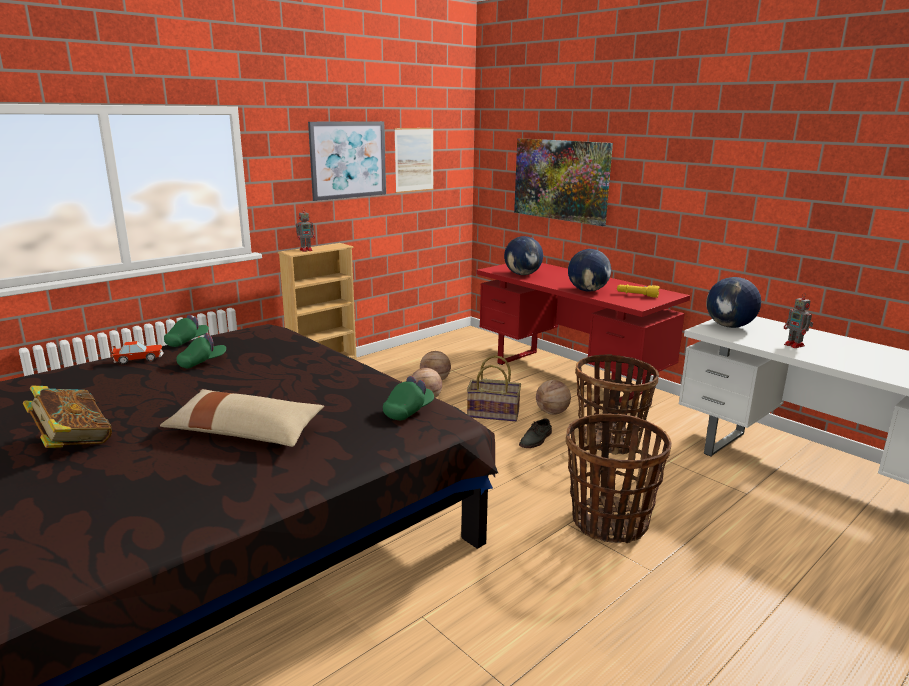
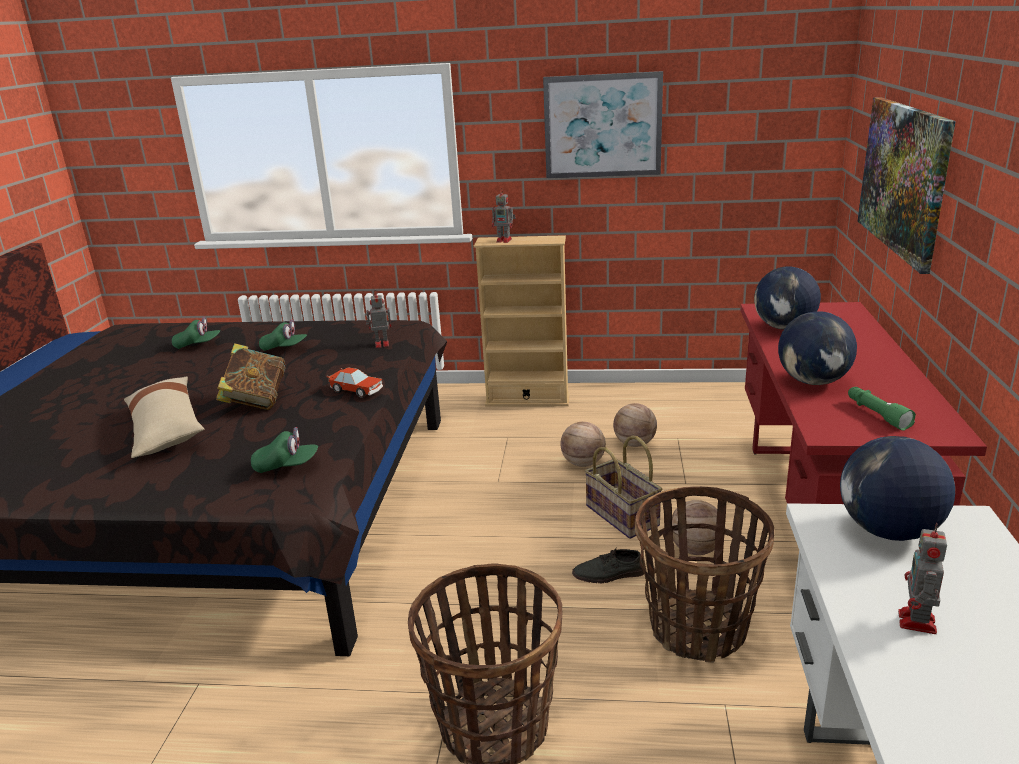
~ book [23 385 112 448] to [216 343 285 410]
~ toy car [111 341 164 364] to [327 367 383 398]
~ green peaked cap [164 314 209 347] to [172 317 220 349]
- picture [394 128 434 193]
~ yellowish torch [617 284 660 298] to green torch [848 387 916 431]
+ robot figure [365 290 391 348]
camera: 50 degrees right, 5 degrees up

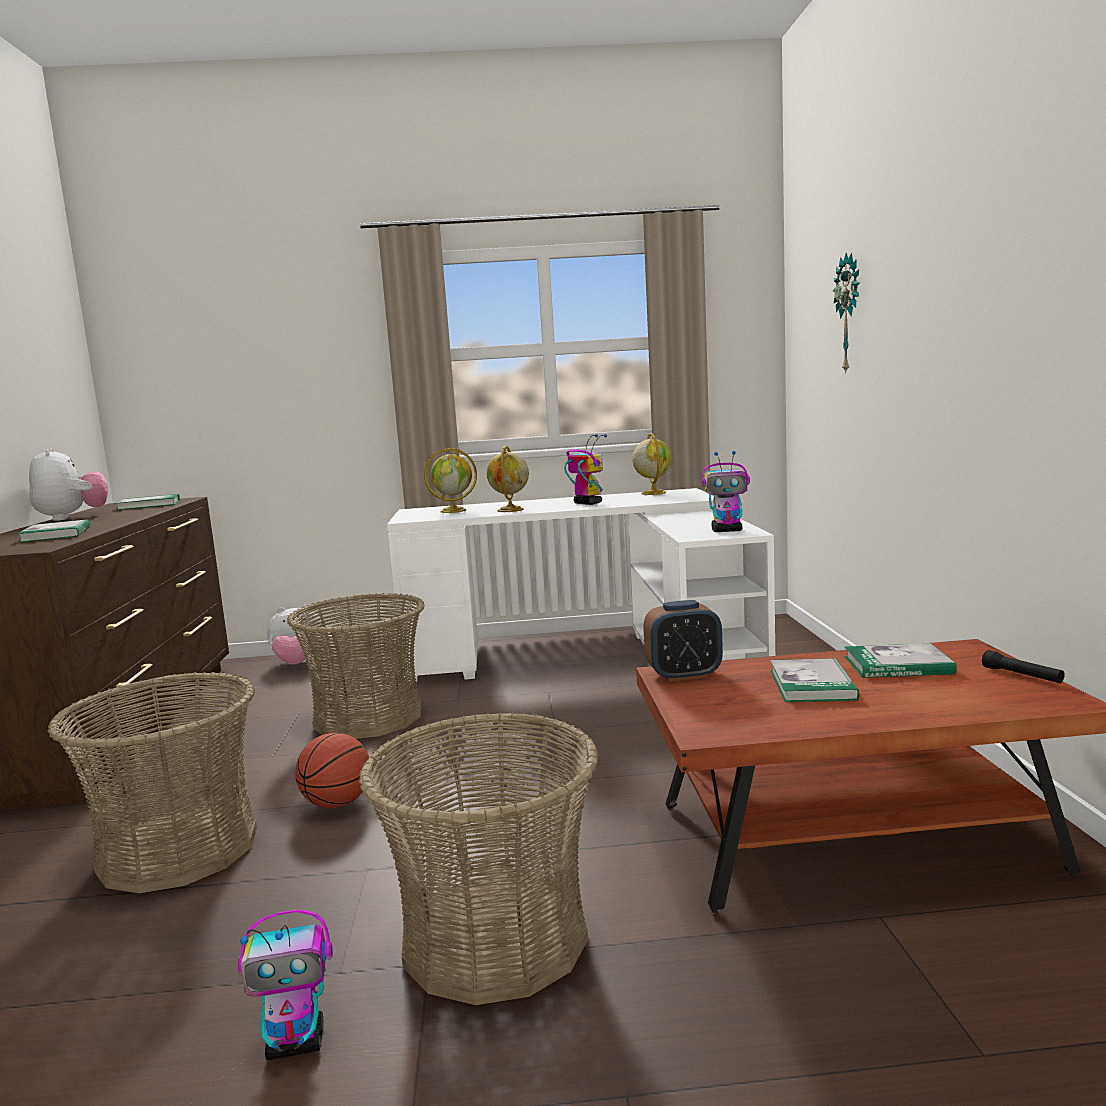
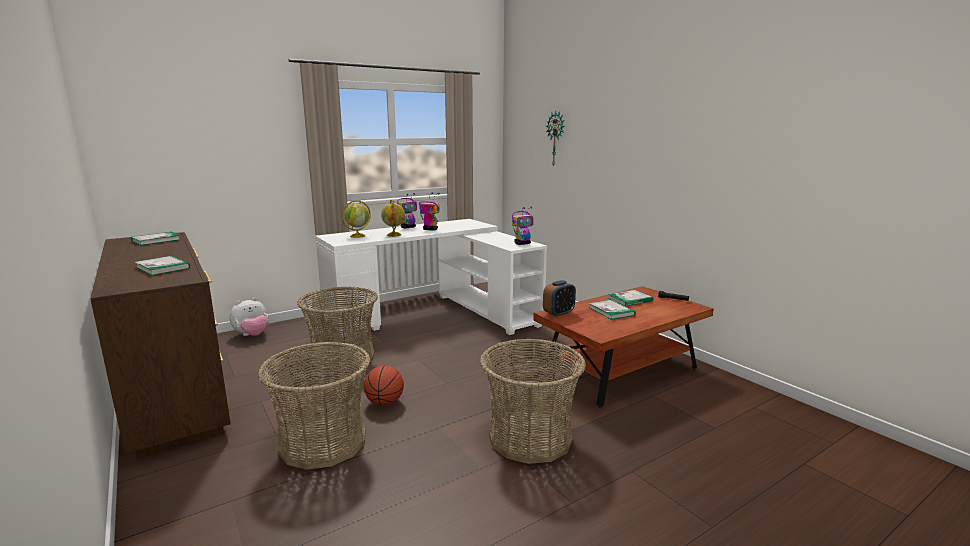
- plush toy [29 448 108 521]
~ robot figure [238 910 333 1060] to [397 193 417 229]
- desk globe [632 433 672 495]
camera: 30 degrees left, 5 degrees up

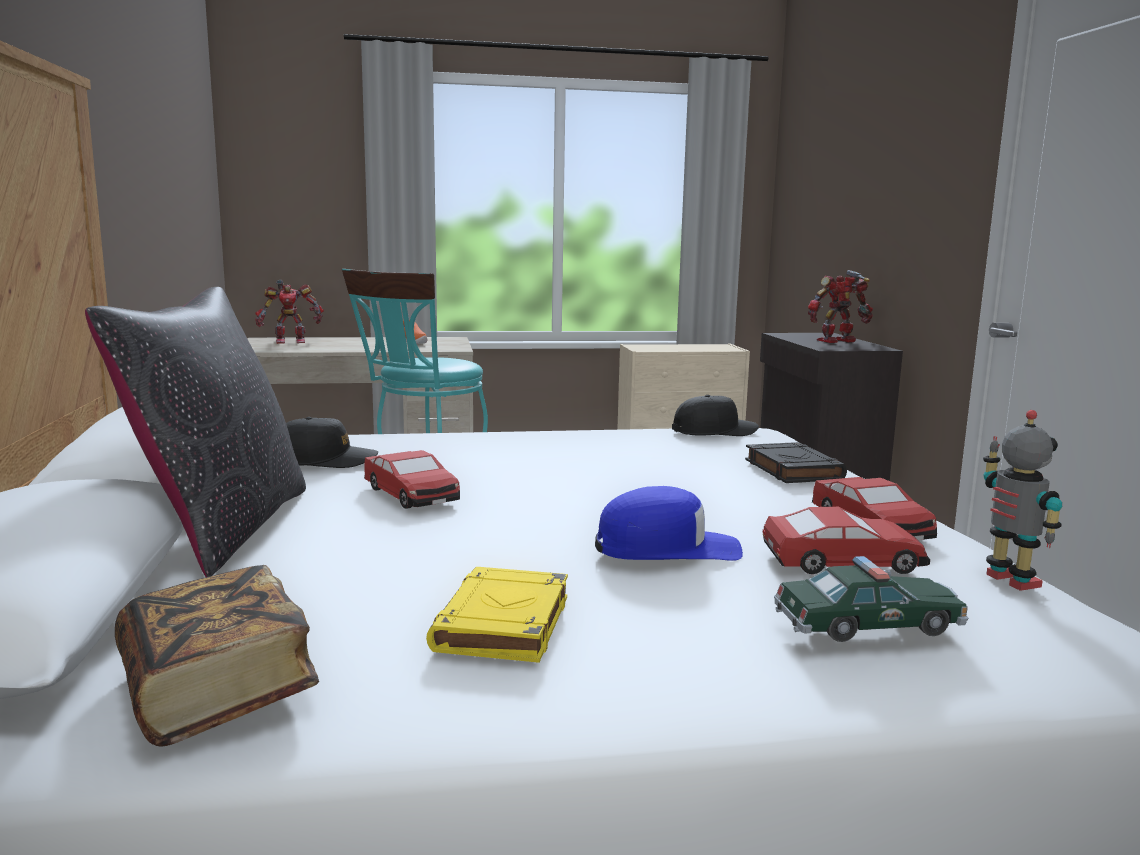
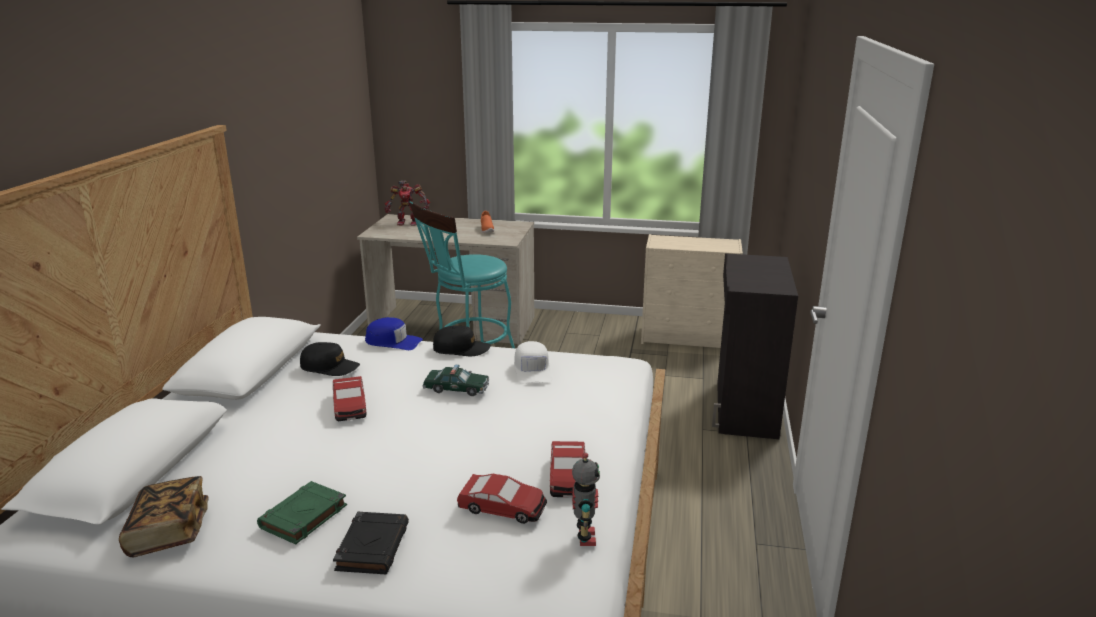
- blackish pillow [85 287 306 577]
~ yellowish book [426 567 568 663] to green book [257 481 347 545]
~ blue-coloured peaked cap [595 486 743 561] to [365 317 423 350]
~ blackish peaked cap [672 395 759 436] to [433 326 491 356]
~ blackish book [745 442 847 483] to [333 512 409 574]
~ toy car [774 556 969 642] to [423 365 489 396]
- robot figure [808 270 873 343]
+ white-coloured peaked cap [514 341 552 384]
camera: 20 degrees right, 10 degrees up

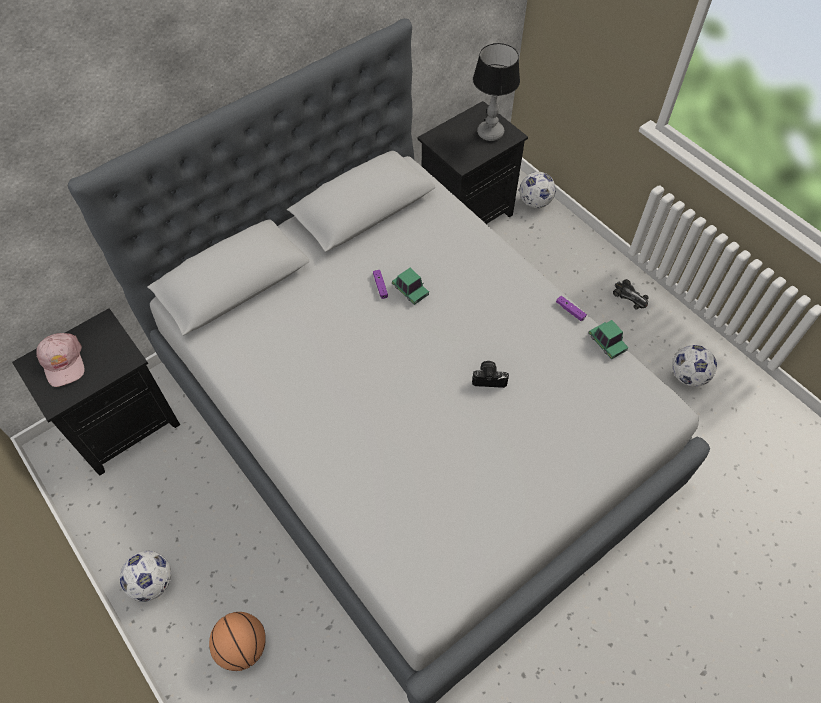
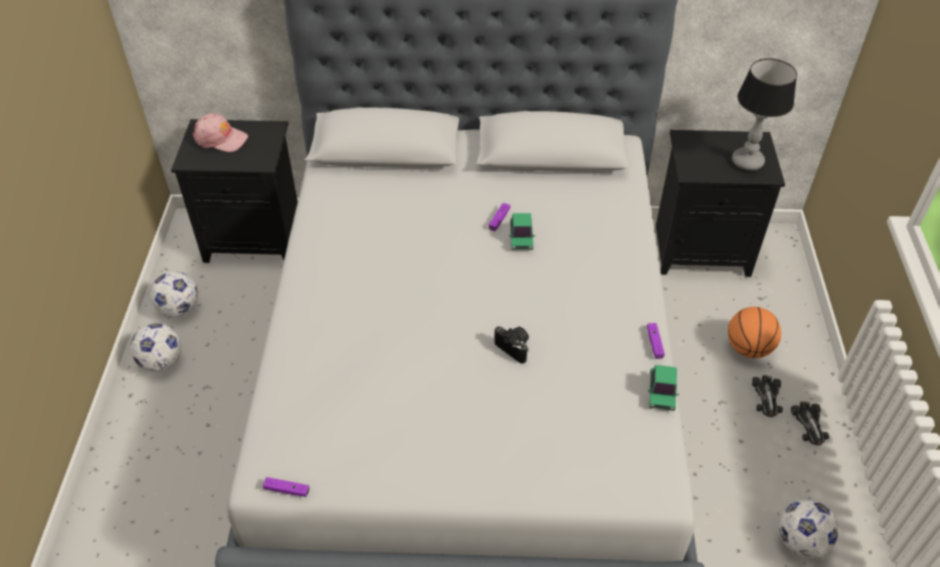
~ pinkish peaked cap [36 333 84 387] = [192 113 248 152] 90 degrees counterclockwise
~ basketball [209 612 266 671] to [728 307 781 358]
~ football [520 172 556 208] to [150 272 198 317]
+ purple-coloured gamepad [263 477 310 497]
+ toy car [752 375 783 417]
camera: 40 degrees right, 10 degrees down

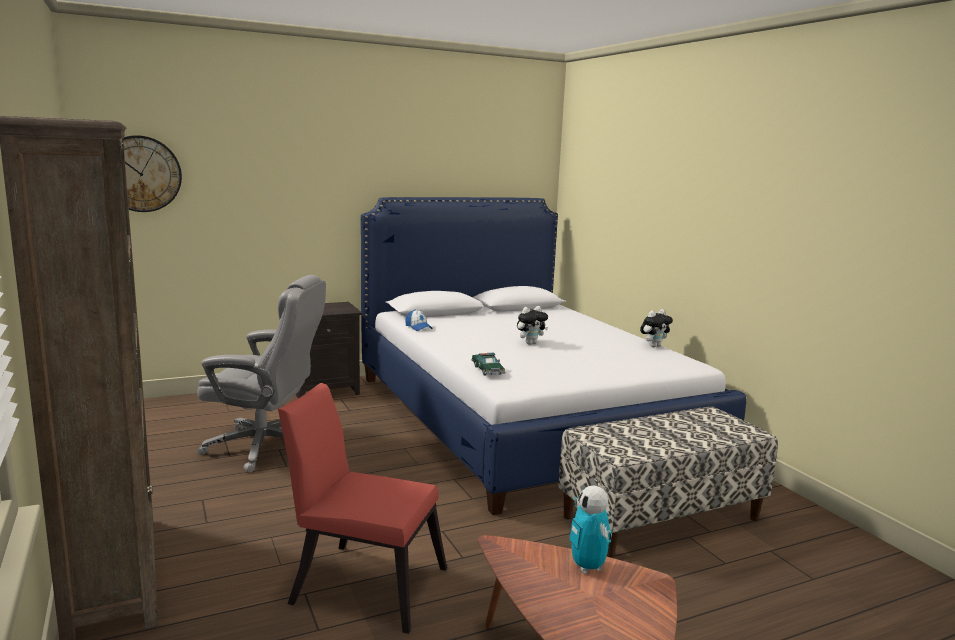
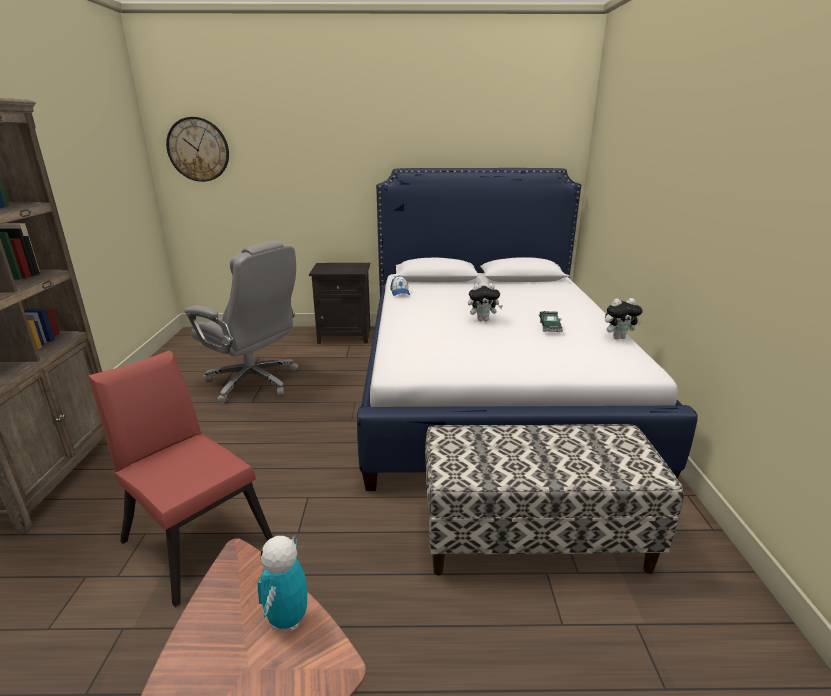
~ toy car [471 353 506 376] to [539 311 563 332]
camera: 25 degrees right, 10 degrees up

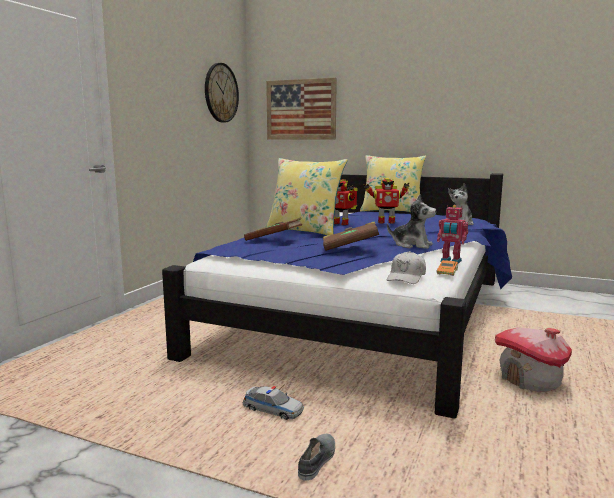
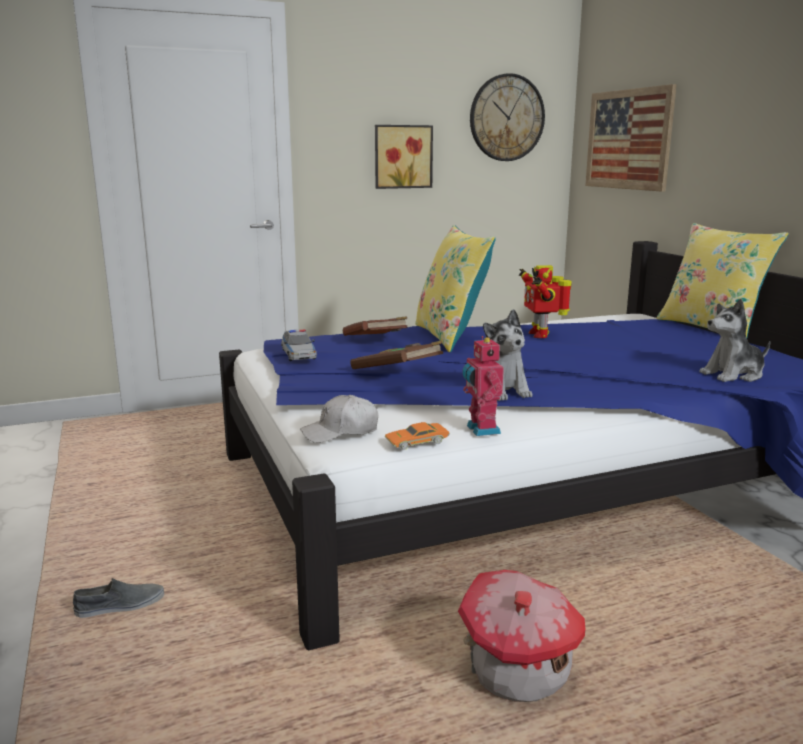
~ toy car [242 386 304 420] to [281 329 317 361]
- robot figure [364 178 410 224]
+ picture [375 125 433 189]
camera: 45 degrees right, 5 degrees up

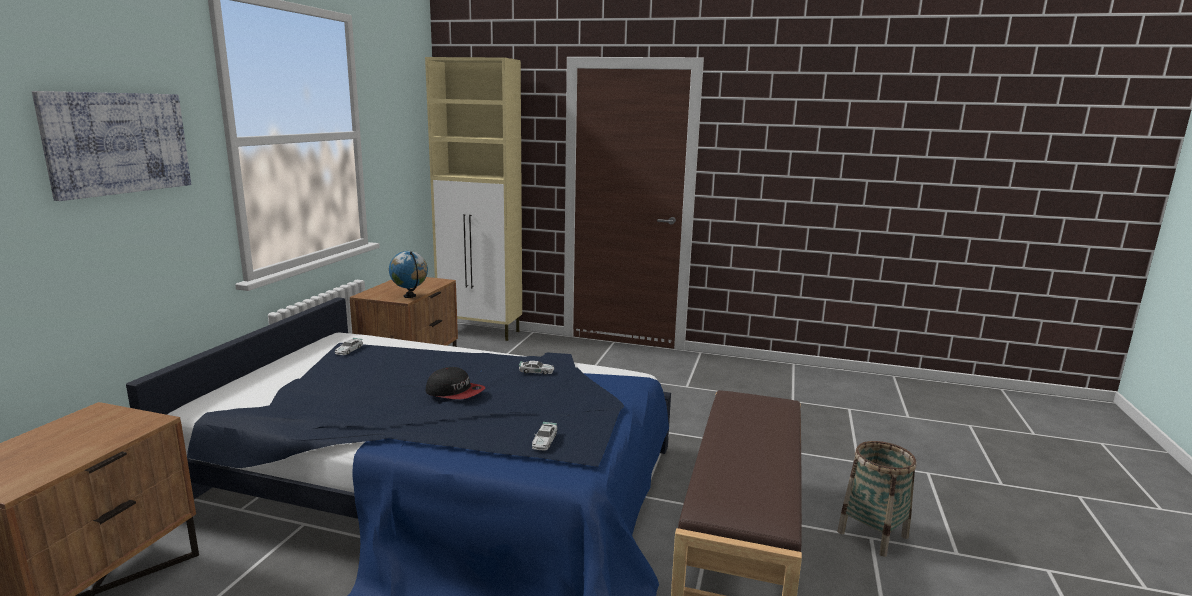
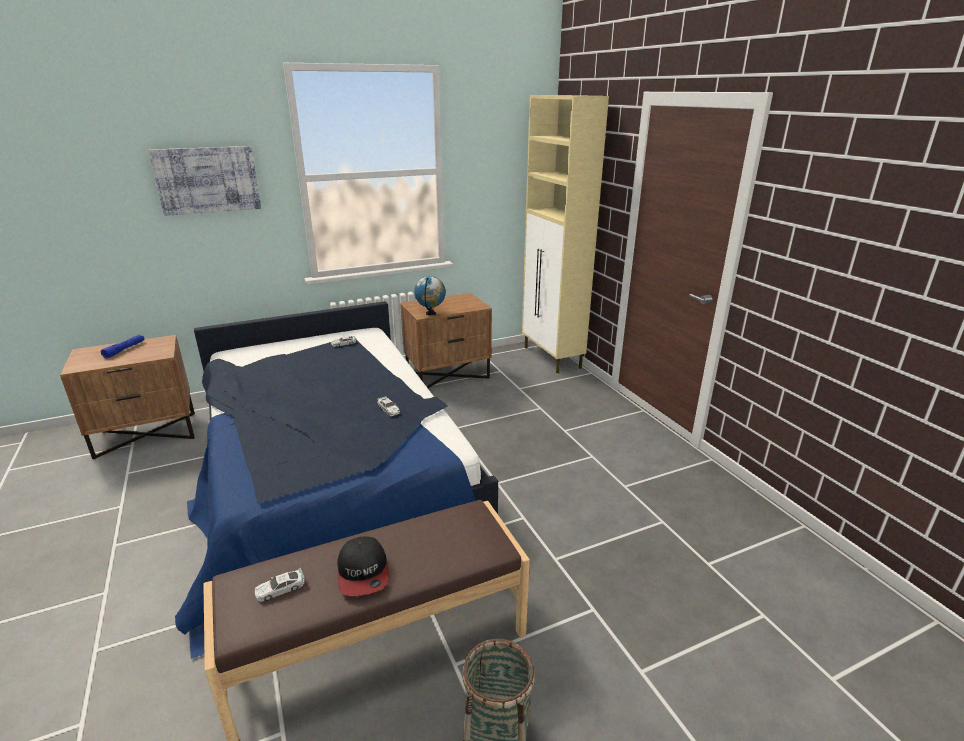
~ peaked cap [426 367 485 400] to [337 536 389 596]
~ toy car [532 422 557 451] to [255 568 304 602]
+ blue-coloured torch [101 335 144 359]
camera: 50 degrees right, 10 degrees up

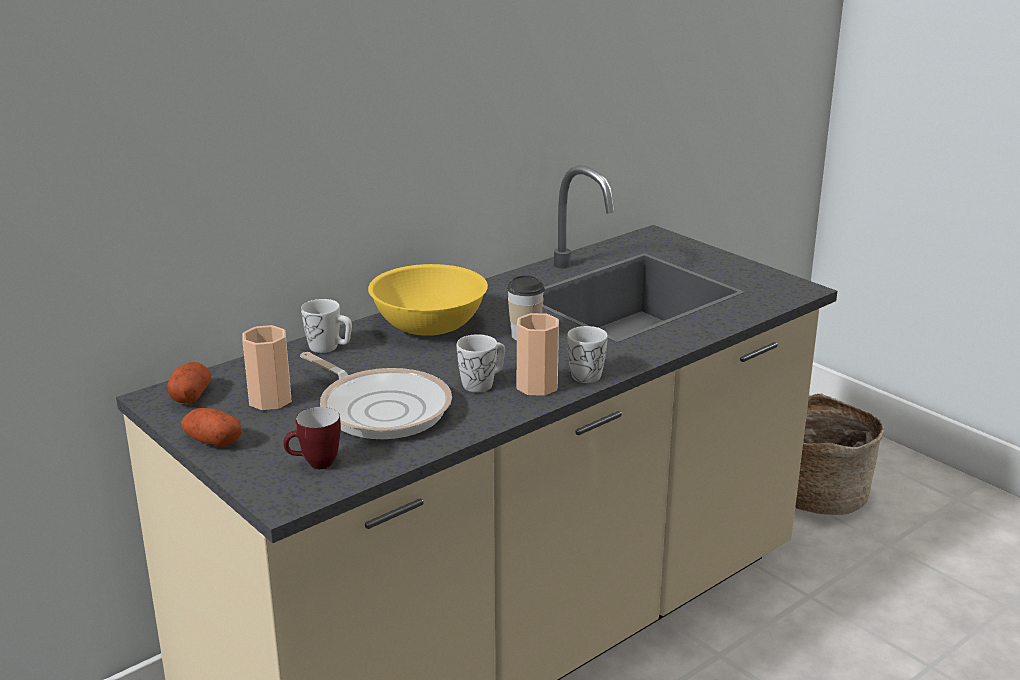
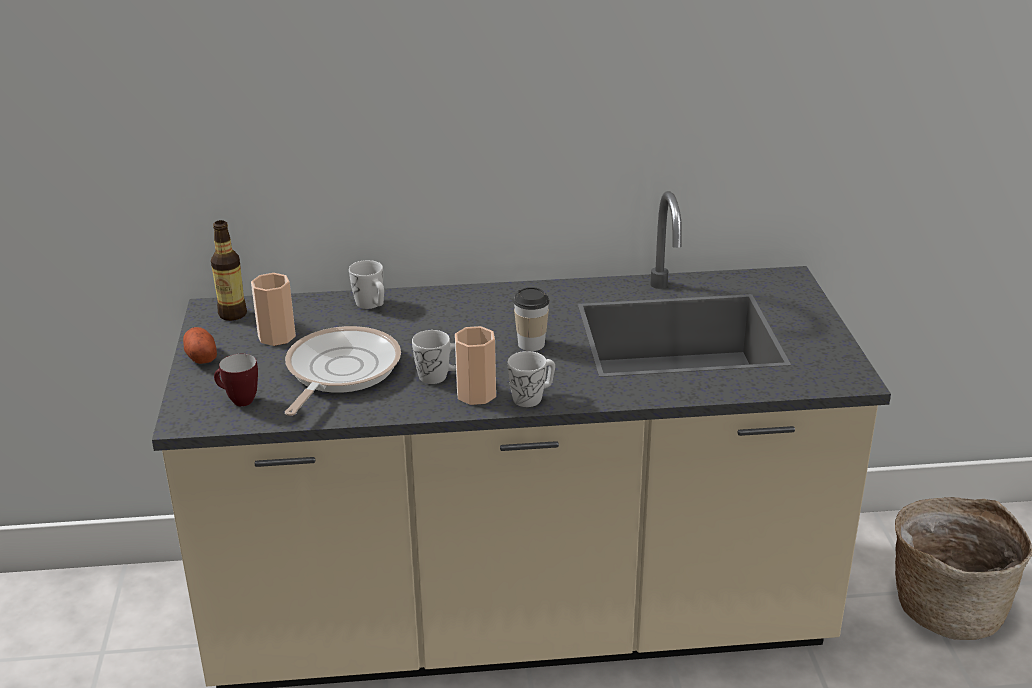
~ potato [167 362 211 404] to bottle [211 220 247 321]
~ skillet [300 352 452 439] = [285 326 401 416] 150 degrees counterclockwise
- yellowish bowl [368 264 488 336]
camera: 35 degrees right, 5 degrees up

